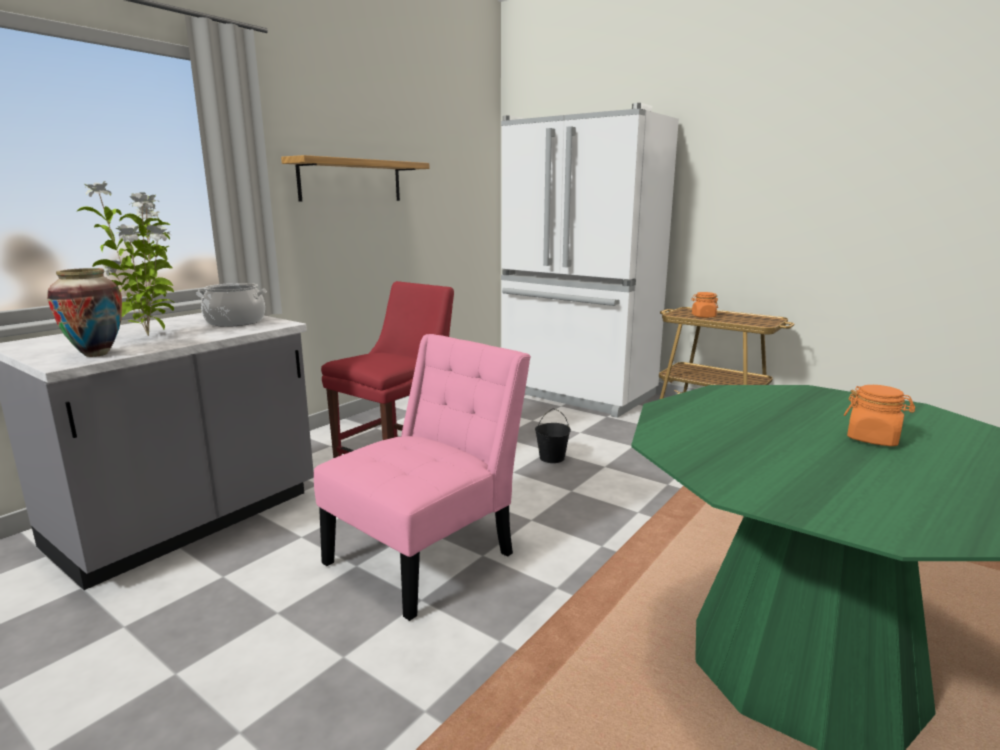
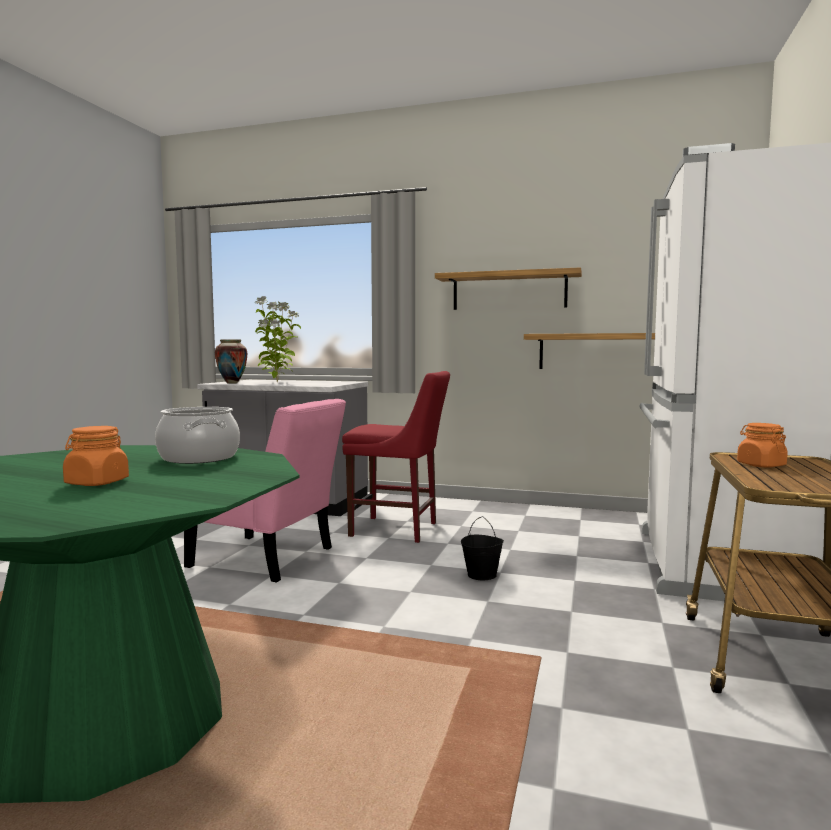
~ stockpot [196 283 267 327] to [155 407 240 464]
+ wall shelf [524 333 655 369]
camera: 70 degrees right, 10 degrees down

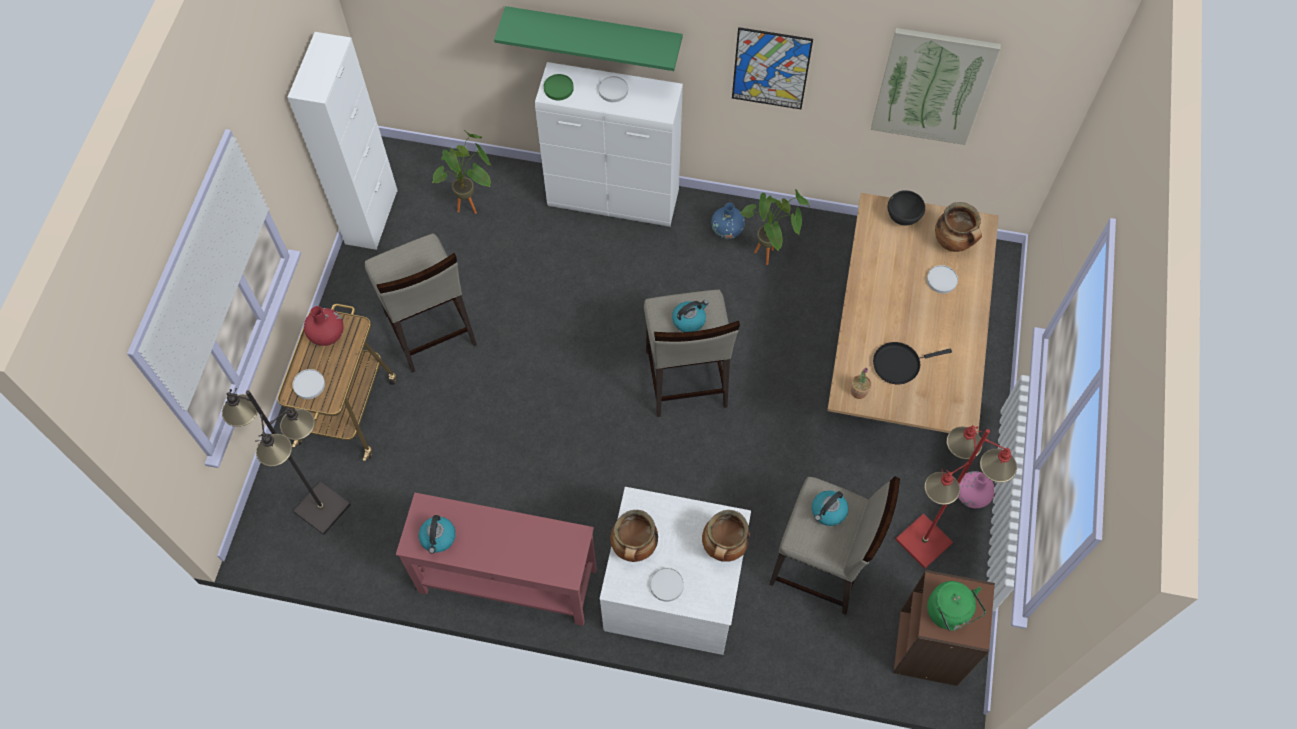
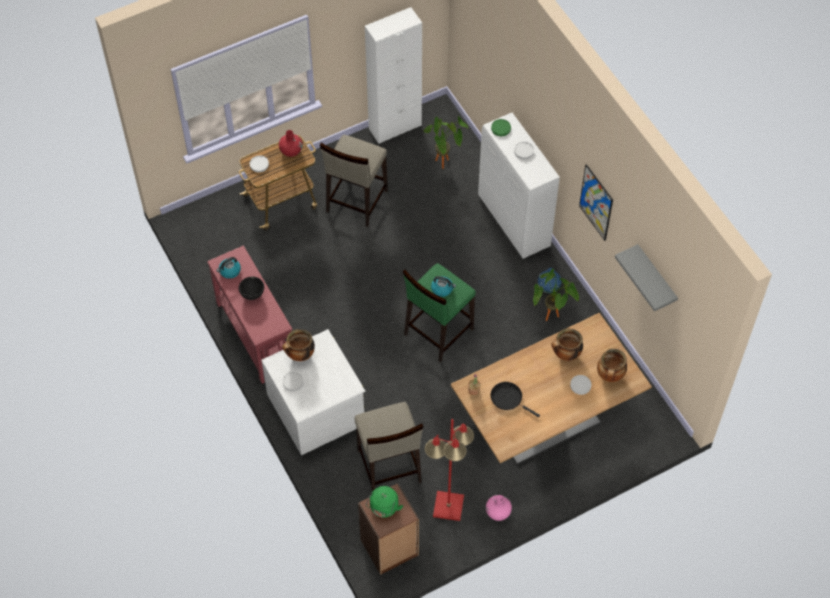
- blackish floor lamp [222 388 351 535]
- green wall shelf [494 6 683 71]
~ sand-coloured stool seat [644 290 740 417] to green stool seat [403 263 476 362]
~ stockpot [702 510 750 562] to [551 328 583 361]
- water kettle [812 490 848 526]
~ picture [871 28 1001 145] to grey wall shelf [615 244 678 311]
~ blackish bowl [888 190 925 225] to [239 276 264 300]
camera: 50 degrees right, 5 degrees down

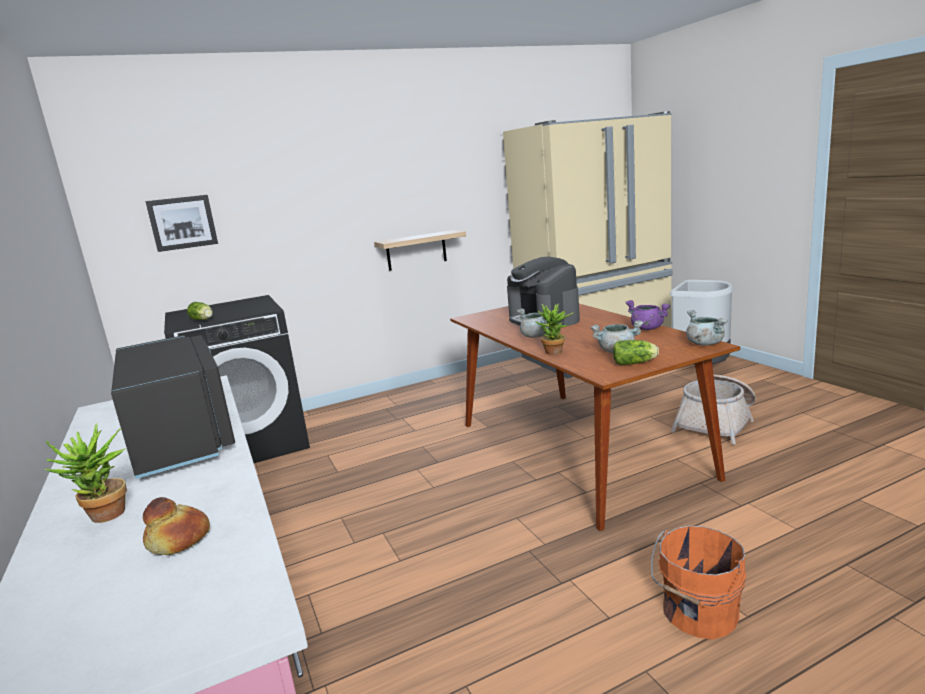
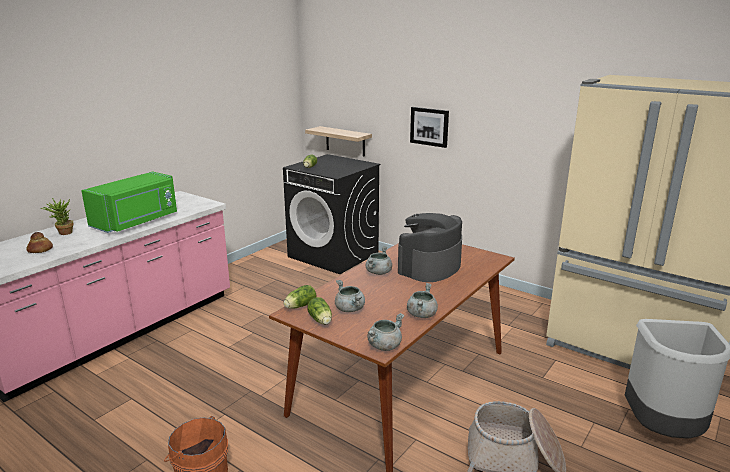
~ blackish microwave oven [111 335 235 479] to green microwave oven [81 171 177 233]
~ picture [145 195 218 252] to [410 107 449 148]
~ wall shelf [374 230 466 271] to [305 126 372 156]
- plant in a pot [536 303 575 355]
~ purple-coloured stockpot [625 300 670 330] to grey stockpot [407 283 438 318]
+ lettuce [284 285 316 309]
camera: 60 degrees right, 5 degrees up

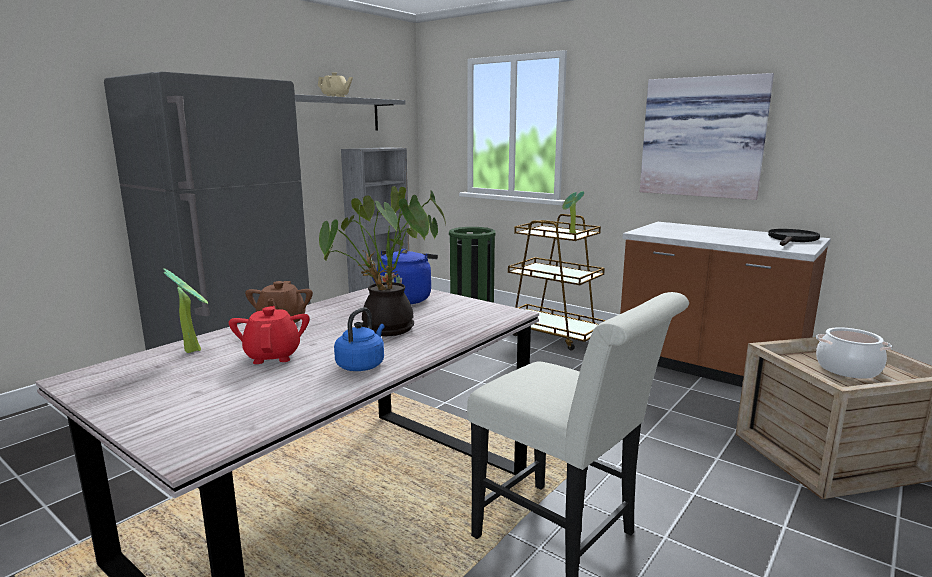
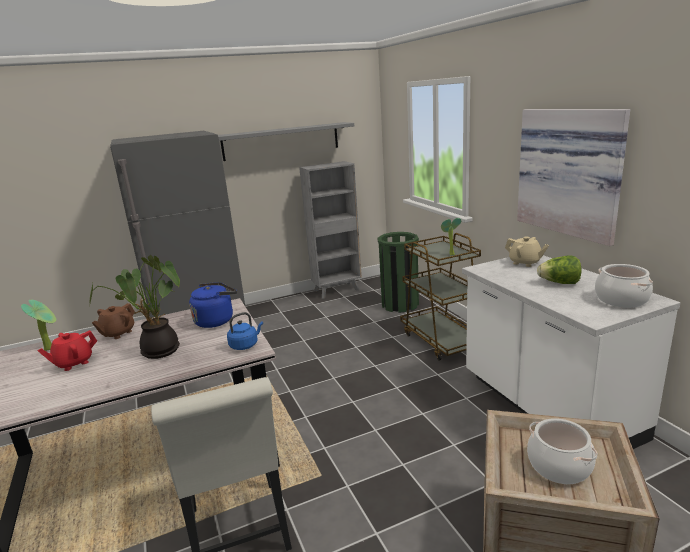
~ red-coloured teapot [229 306 310 364] = [37 330 97 371] 150 degrees counterclockwise
~ sand-coloured teapot [318 72 353 97] to [505 237 549 267]
~ blue-coloured water kettle [334 307 385 371] to [227 312 263 350]
~ brownish kitchen base unit [620 222 831 387] to white-coloured kitchen base unit [462 255 680 449]
~ blackish skillet [768 229 820 246] to stockpot [595 264 653 308]
+ lettuce [537 256 582 284]
camera: 30 degrees right, 5 degrees up

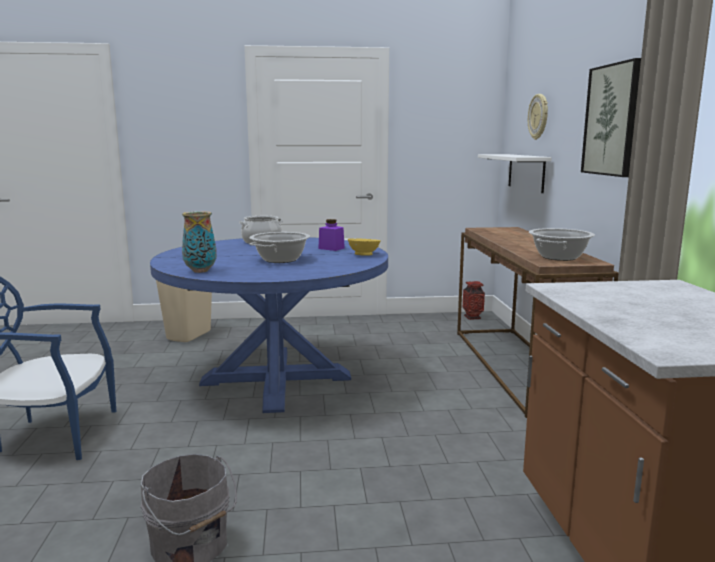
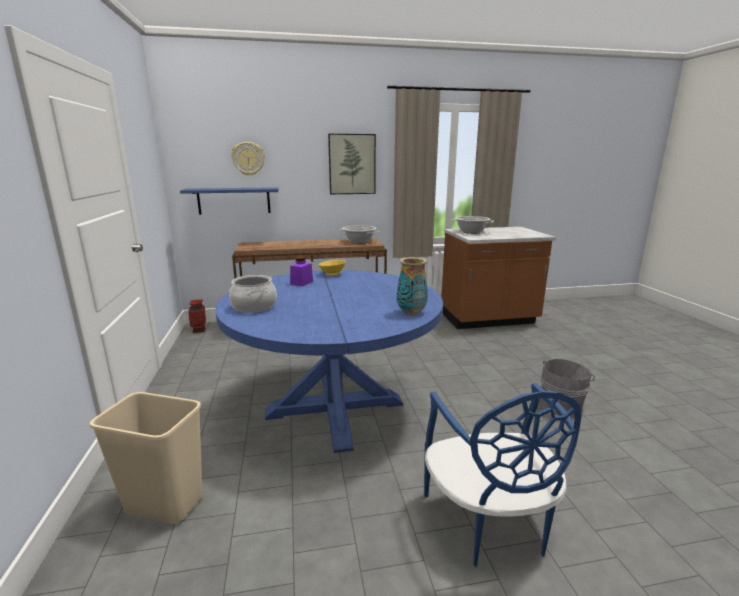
~ stockpot [249 232 310 263] to [452 216 494 234]
~ white-coloured wall shelf [478 154 552 193] to blue-coloured wall shelf [180 187 278 215]
camera: 95 degrees left, 5 degrees up

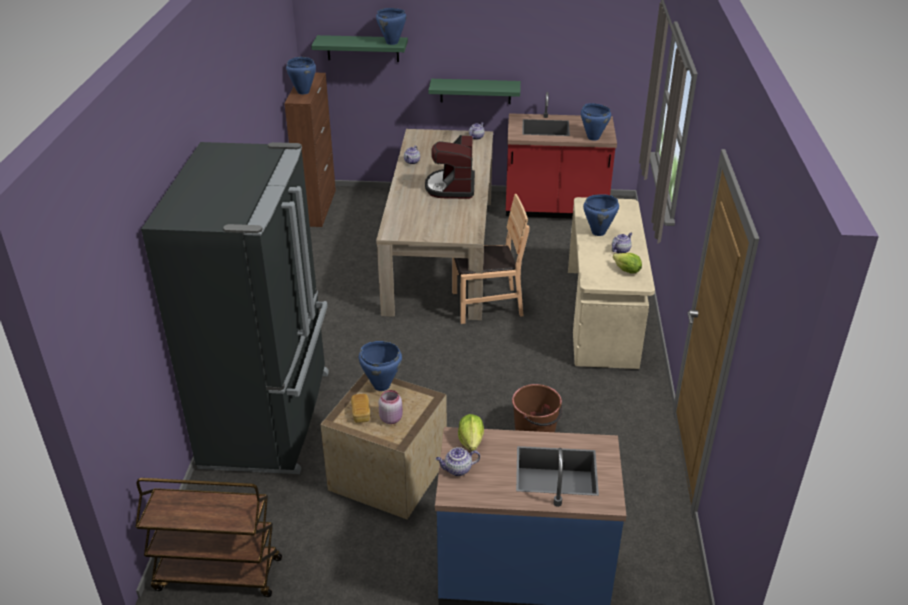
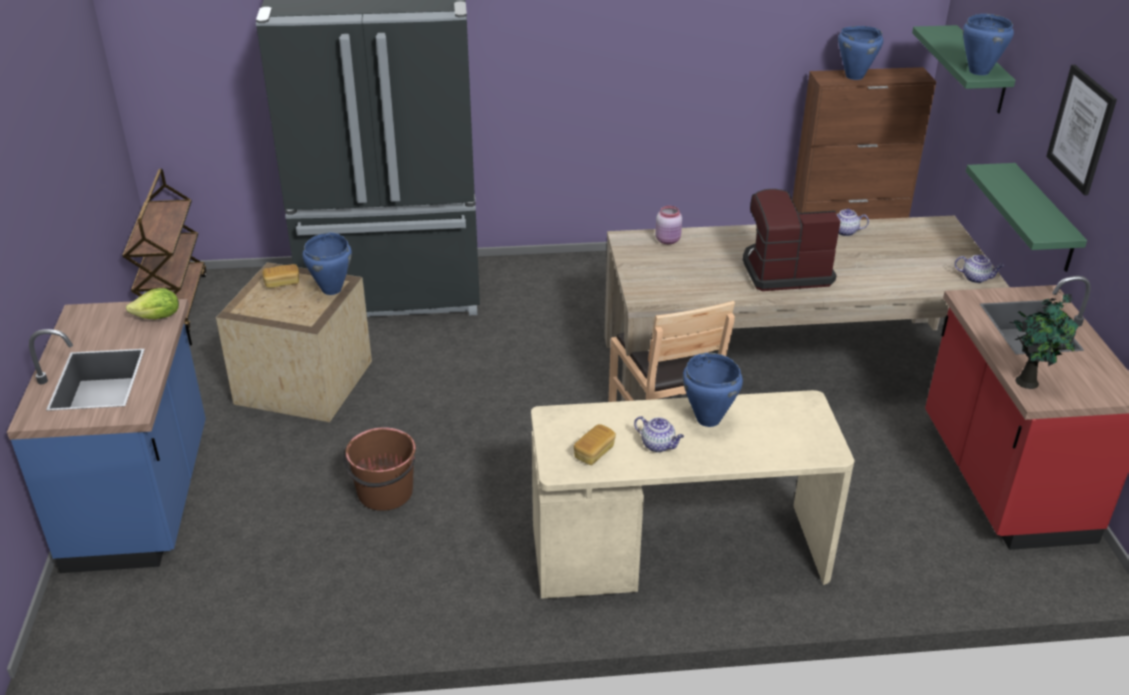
~ pinkish preserve jar [378 390 403 424] to [655 206 682 244]
- teapot [436 447 480 476]
~ blue-coloured stockpot [581 103 611 140] to plant in a pot [1009 292 1078 389]
~ lettuce [613 253 642 274] to baked bread [574 424 616 465]
+ picture [1046 65 1117 195]
camera: 80 degrees right, 0 degrees up

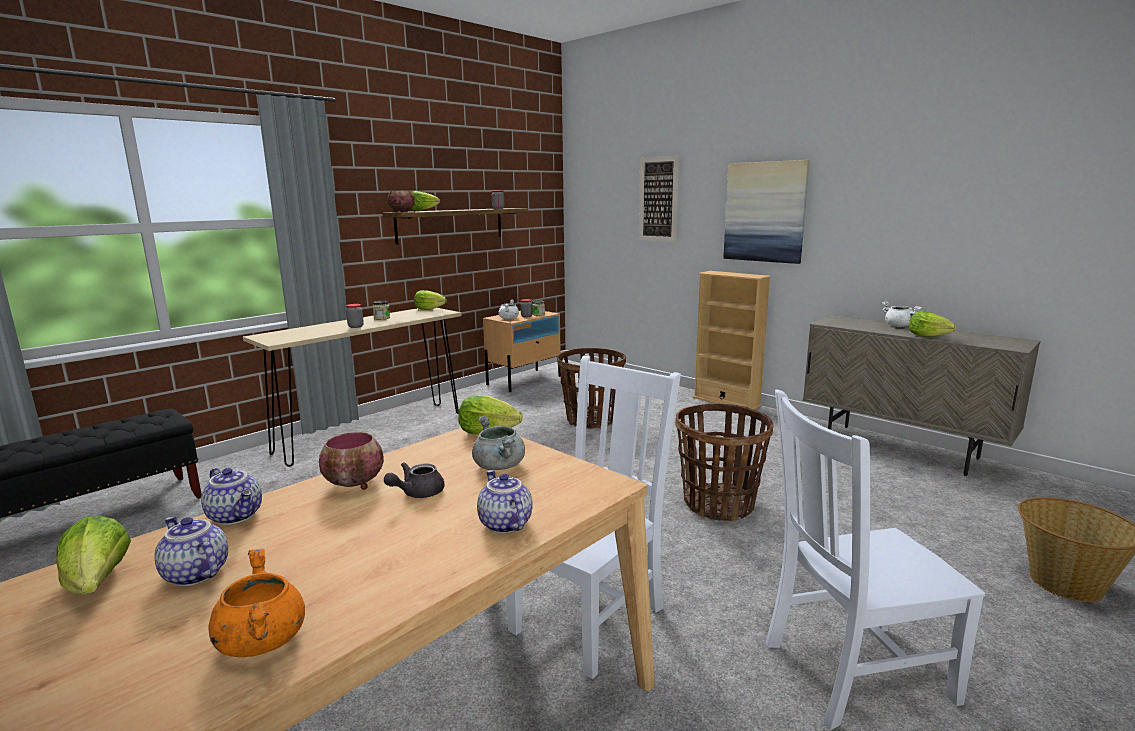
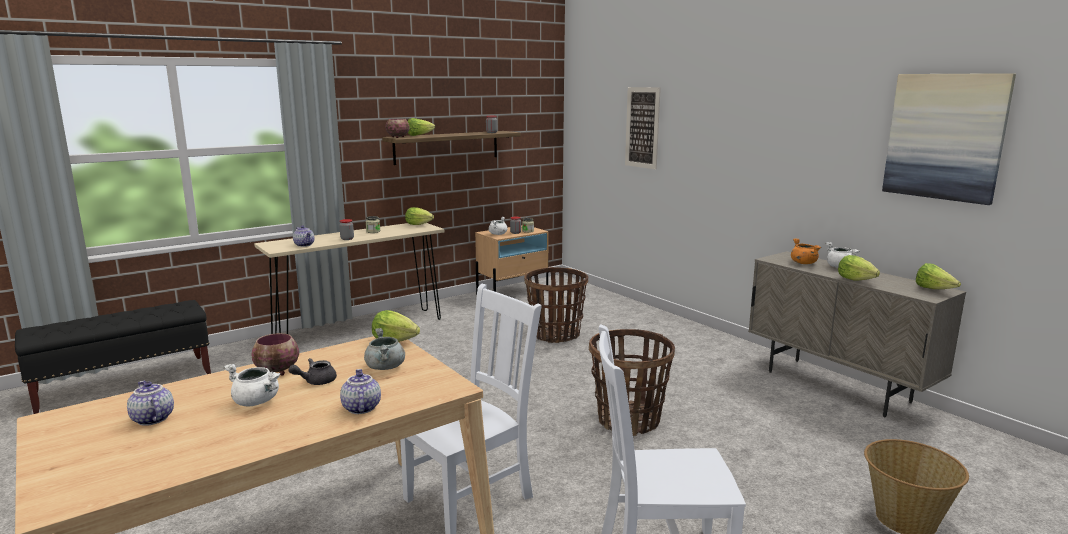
~ lettuce [56 516 131 595] to [916 263 961 289]
~ teapot [201 468 262 525] to [293 225 314 247]
~ orange stockpot [208 549 305 657] to [791 238 821 264]
- sand-coloured bookcase [693 271 771 410]
~ picture [723 160 810 264] to [882 73 1016 205]
+ white-coloured stockpot [223 364 281 406]
camera: 10 degrees right, 0 degrees up

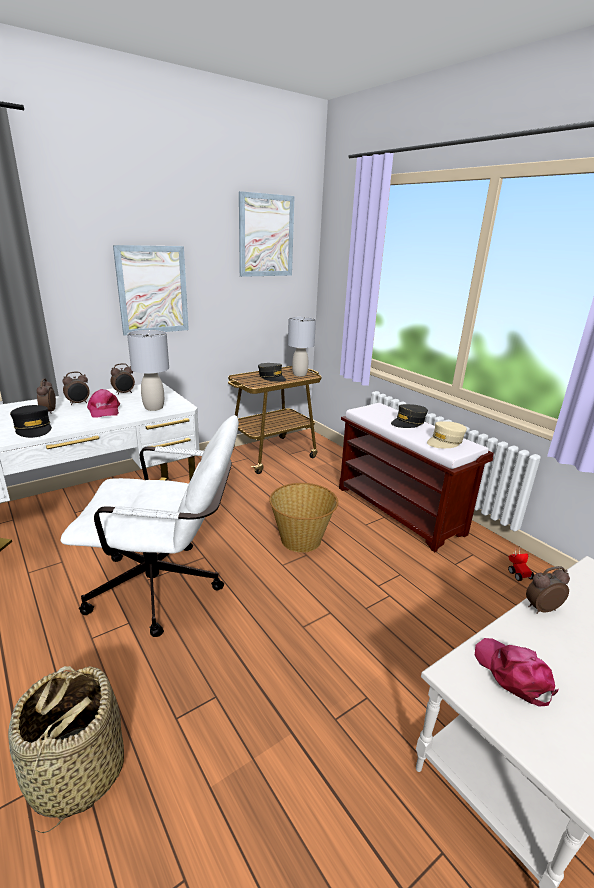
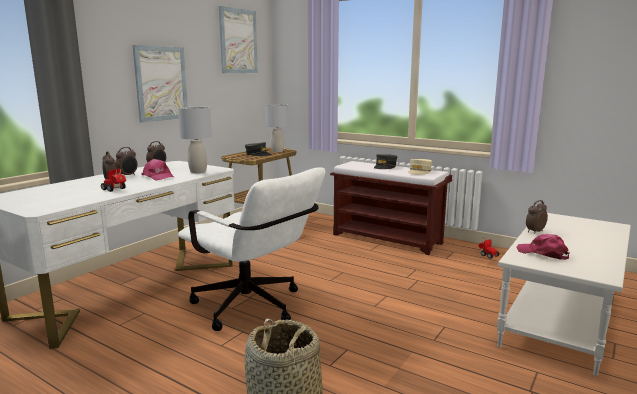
~ blackish peaked cap [10 405 52 438] to toy car [101 168 126 192]
~ white-coloured office chair [60 415 239 637] = [178 167 325 331] 60 degrees clockwise
- storage basket [269 483 338 553]
camera: 20 degrees left, 10 degrees down

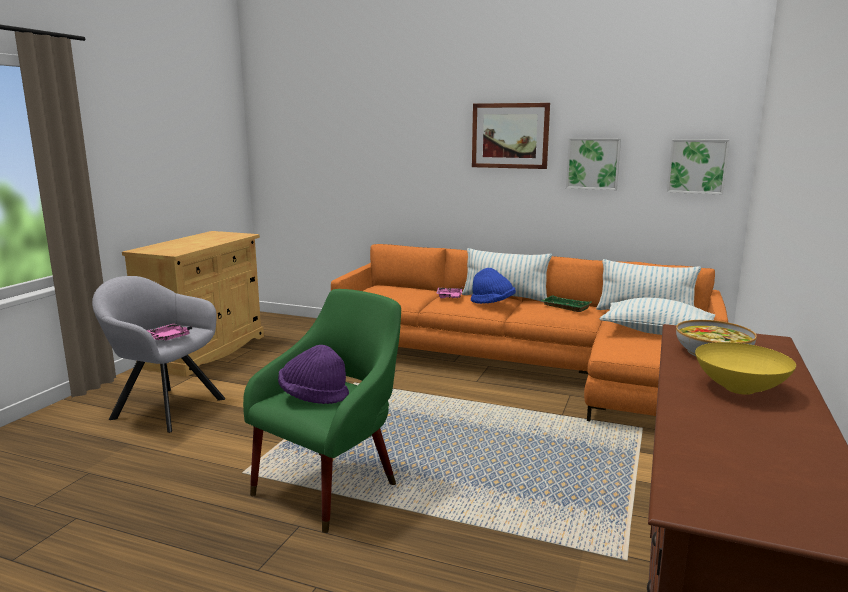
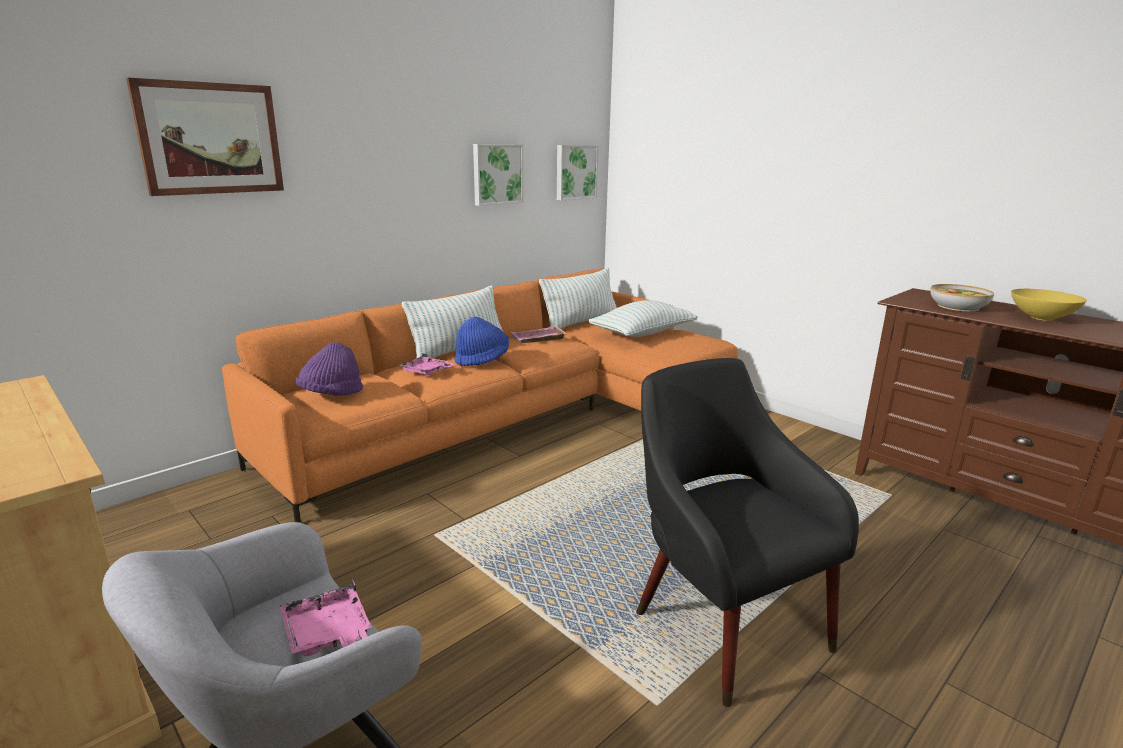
~ green easy chair [243 289 401 533] to blackish easy chair [636 358 859 707]
~ purple-coloured wearable hat [278 345 349 404] to [295 342 363 396]
~ picture [472 103 550 169] to [126 78 284 196]
~ green tray [541 295 591 312] to pinkish tray [511 326 566 343]
camera: 65 degrees left, 5 degrees up

